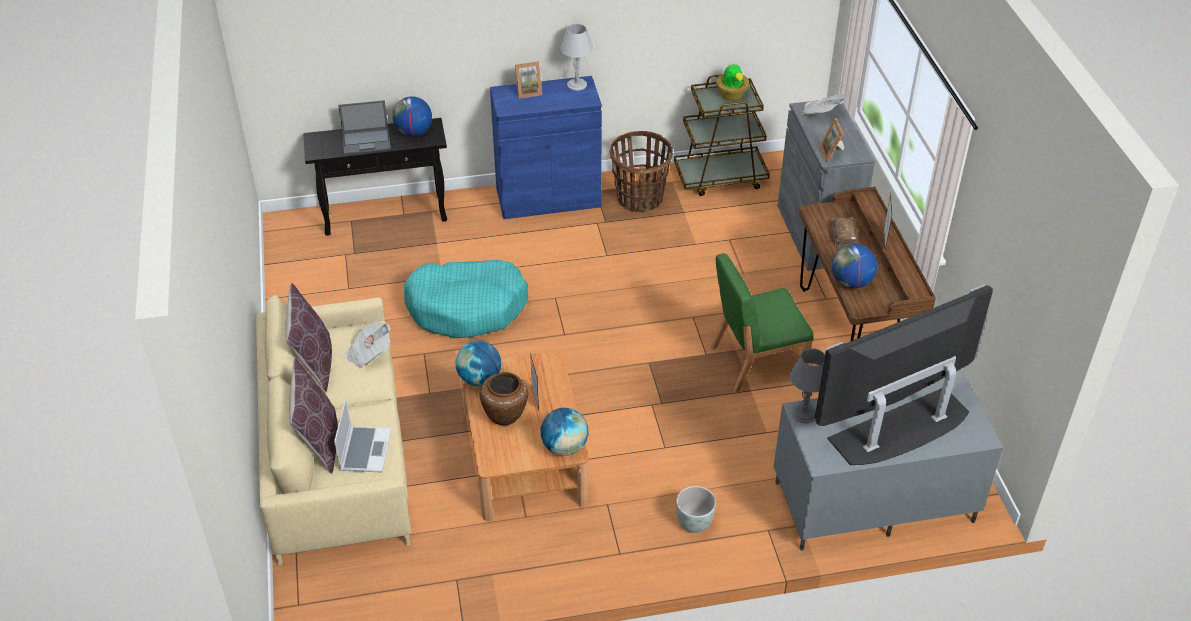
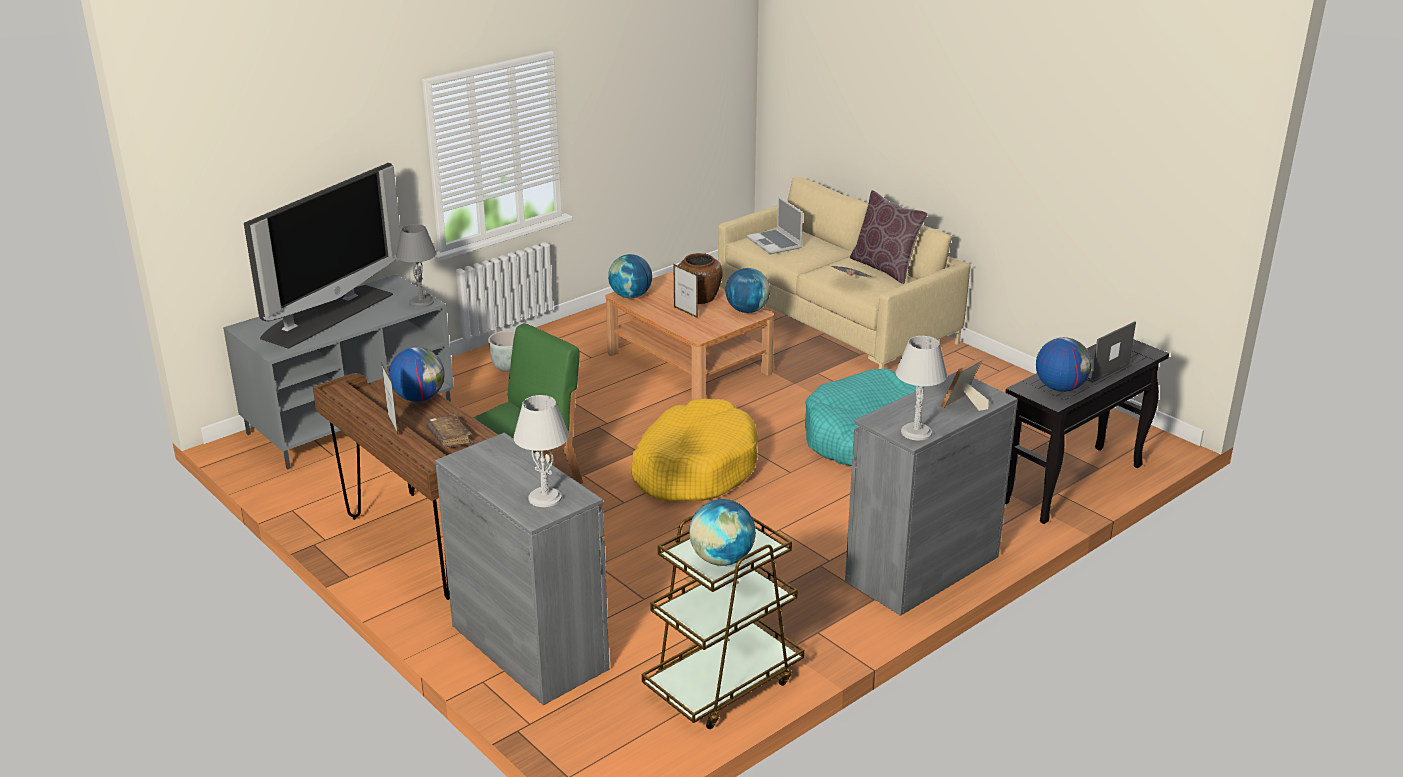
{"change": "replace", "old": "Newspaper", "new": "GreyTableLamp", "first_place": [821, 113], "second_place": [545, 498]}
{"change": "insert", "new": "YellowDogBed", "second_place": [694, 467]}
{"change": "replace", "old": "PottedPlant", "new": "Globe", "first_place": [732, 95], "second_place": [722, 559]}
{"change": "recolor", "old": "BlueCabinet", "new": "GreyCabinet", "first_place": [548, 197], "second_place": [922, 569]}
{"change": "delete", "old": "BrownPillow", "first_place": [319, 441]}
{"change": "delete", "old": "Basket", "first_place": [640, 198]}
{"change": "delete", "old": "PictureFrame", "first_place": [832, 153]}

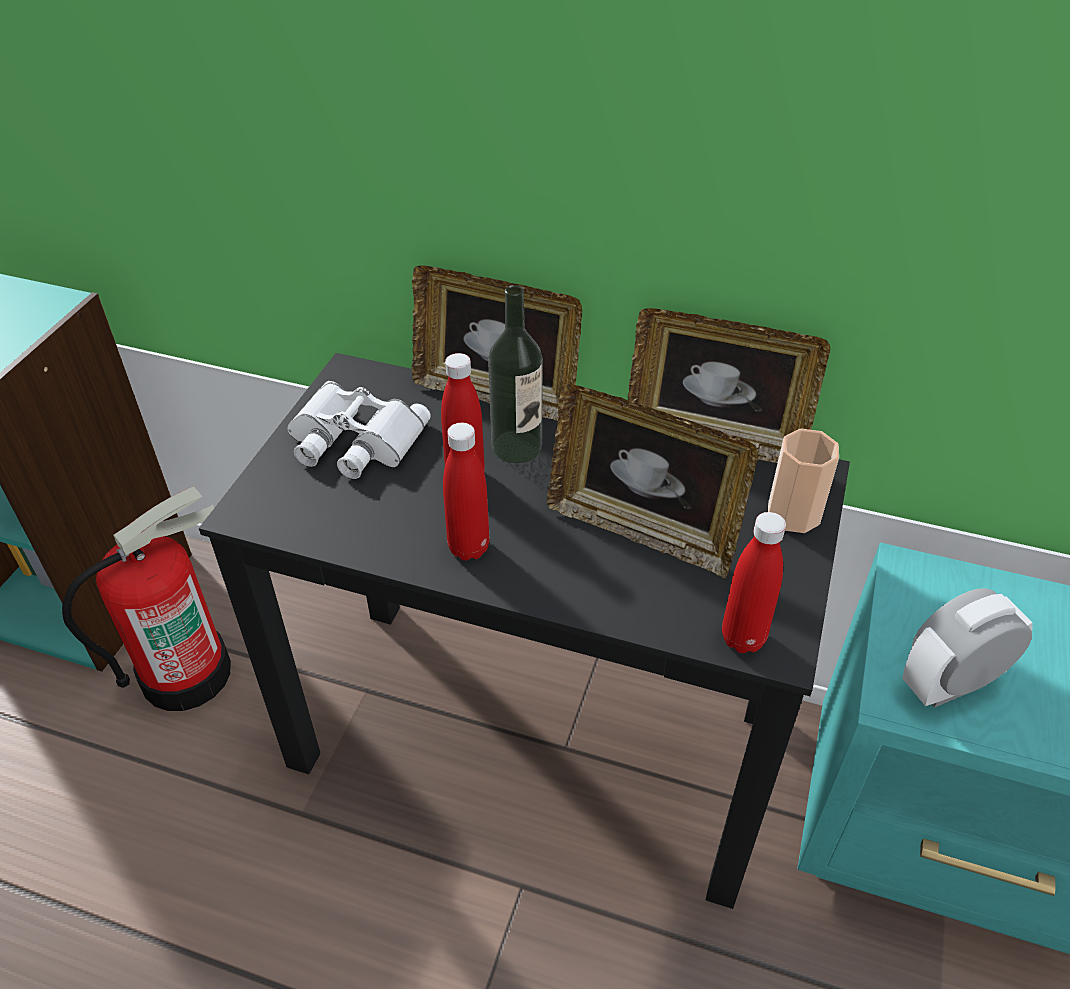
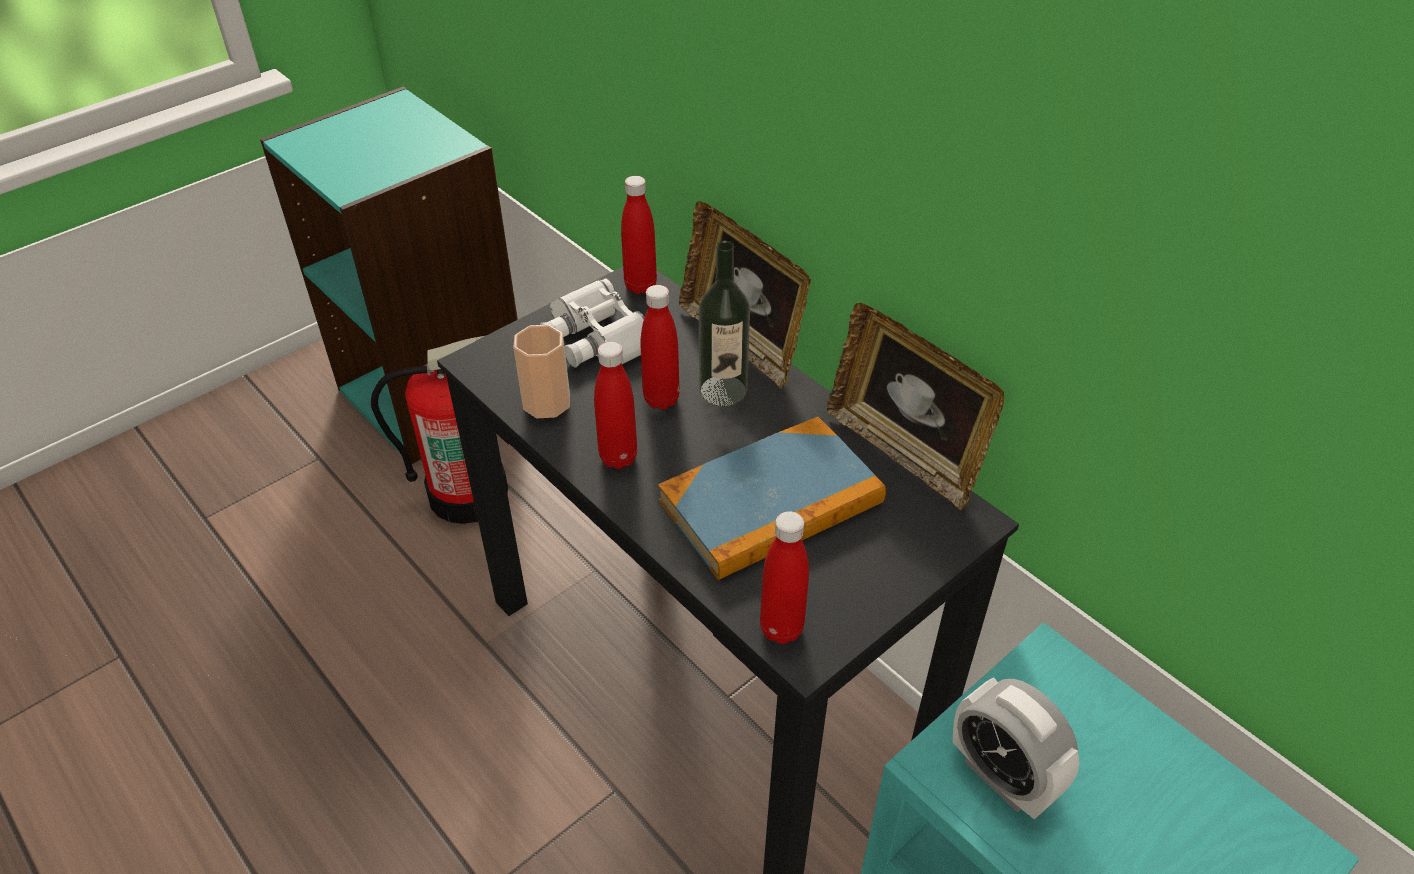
{"change": "move", "old": "Cup", "first_place": [793, 514], "second_place": [546, 402]}
{"change": "insert", "new": "RedBottle", "second_place": [640, 286]}
{"change": "replace", "old": "PictureFrame", "new": "Book", "first_place": [642, 529], "second_place": [771, 503]}
{"change": "rotate", "old": "AlarmClock", "first_place": [950, 684], "second_place": [1002, 777], "degrees": -135}

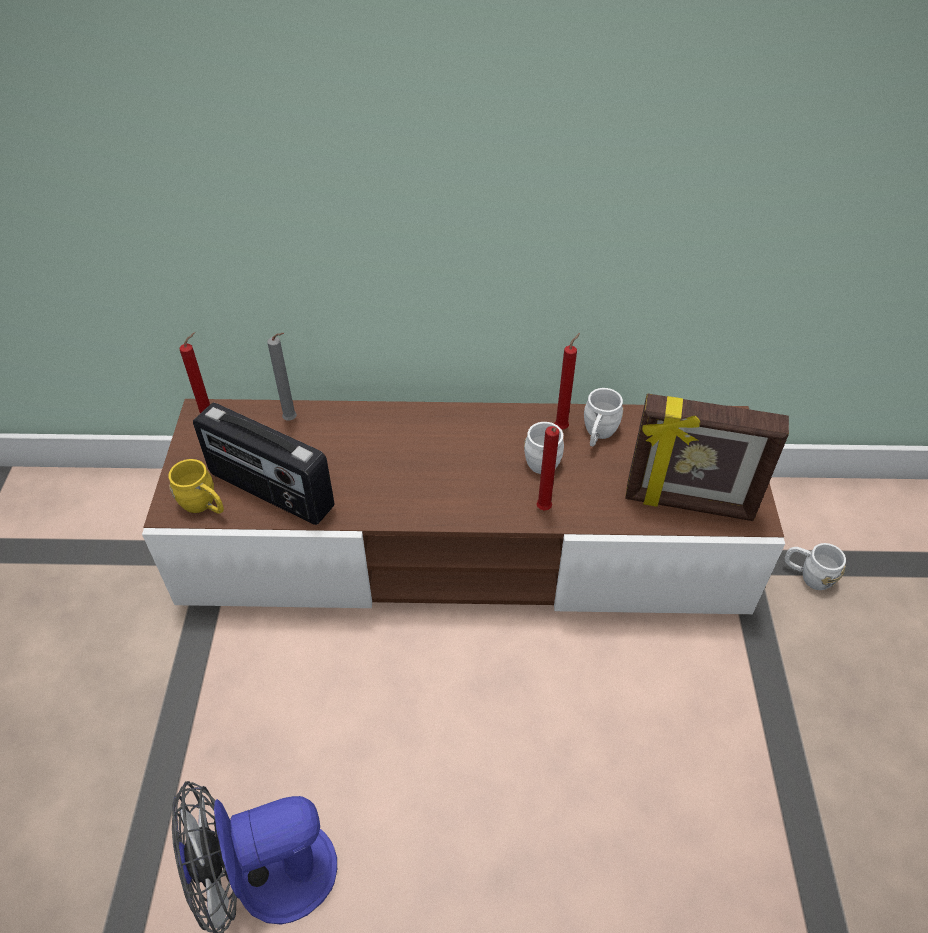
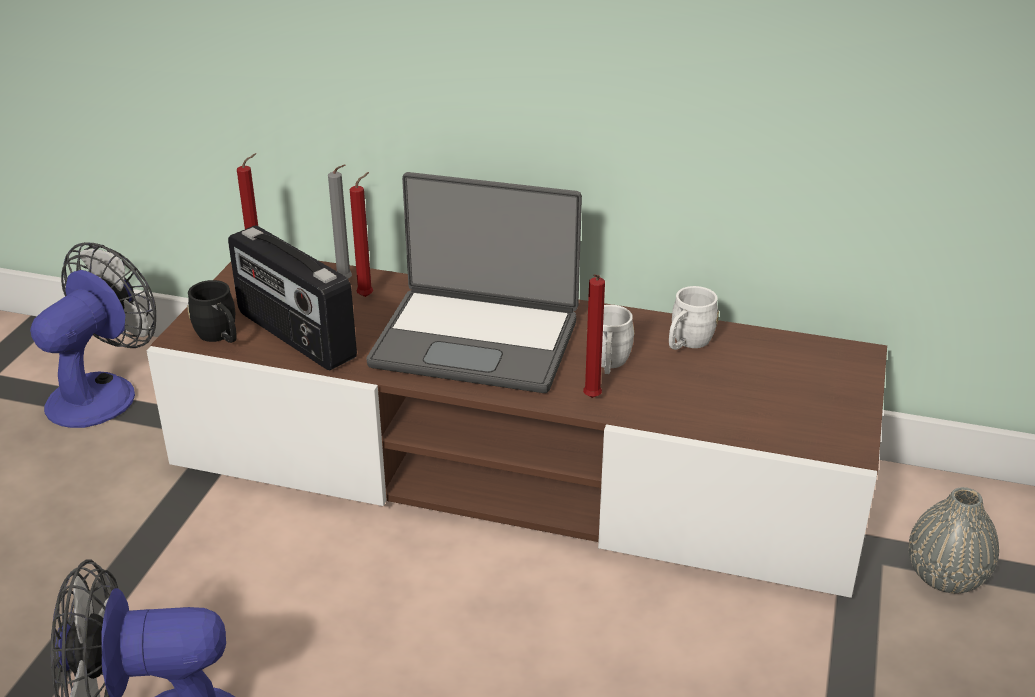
{"change": "insert", "new": "Fan", "second_place": [102, 392]}
{"change": "recolor", "old": "YellowMug", "new": "BlackMug", "first_place": [204, 505], "second_place": [220, 337]}
{"change": "move", "old": "RedCandle", "first_place": [562, 427], "second_place": [368, 296]}
{"change": "insert", "new": "Laptop", "second_place": [477, 340]}
{"change": "replace", "old": "WhiteMug", "new": "GreyVase", "first_place": [808, 575], "second_place": [945, 576]}
{"change": "delete", "old": "PictureFrame", "first_place": [688, 504]}

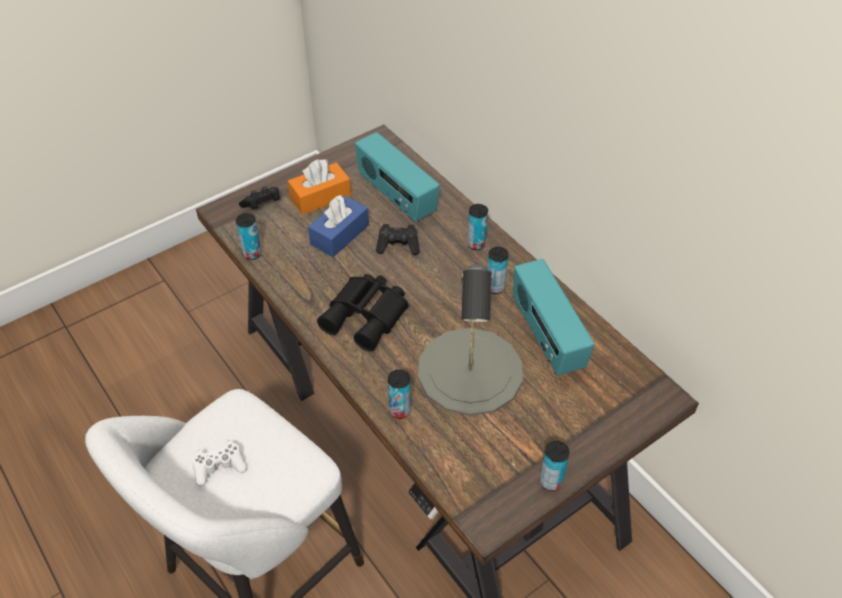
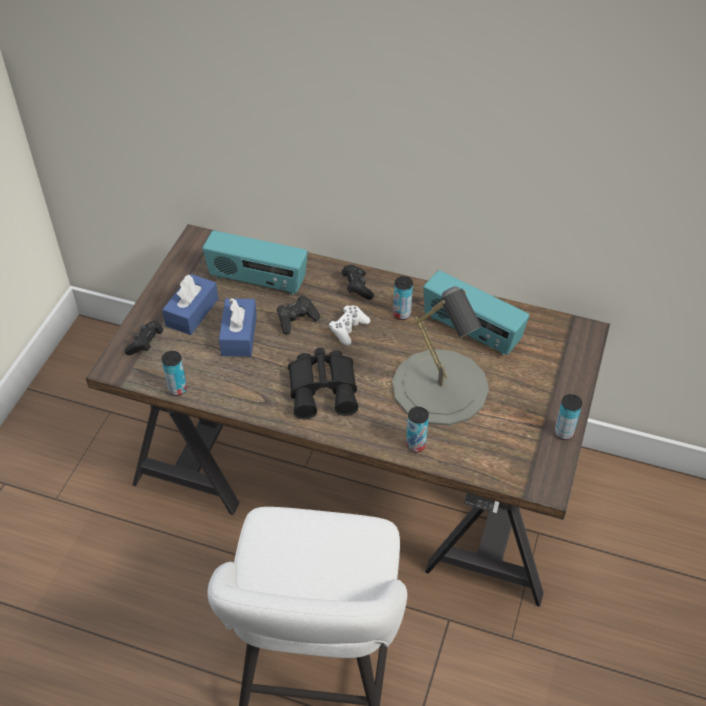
{"change": "recolor", "old": "OrangeTissueBox", "new": "BlueTissueBox", "first_place": [320, 197], "second_place": [192, 312]}
{"change": "move", "old": "WhiteGameController", "first_place": [219, 467], "second_place": [348, 329]}
{"change": "replace", "old": "Can", "new": "BlackGameController", "first_place": [476, 244], "second_place": [357, 288]}

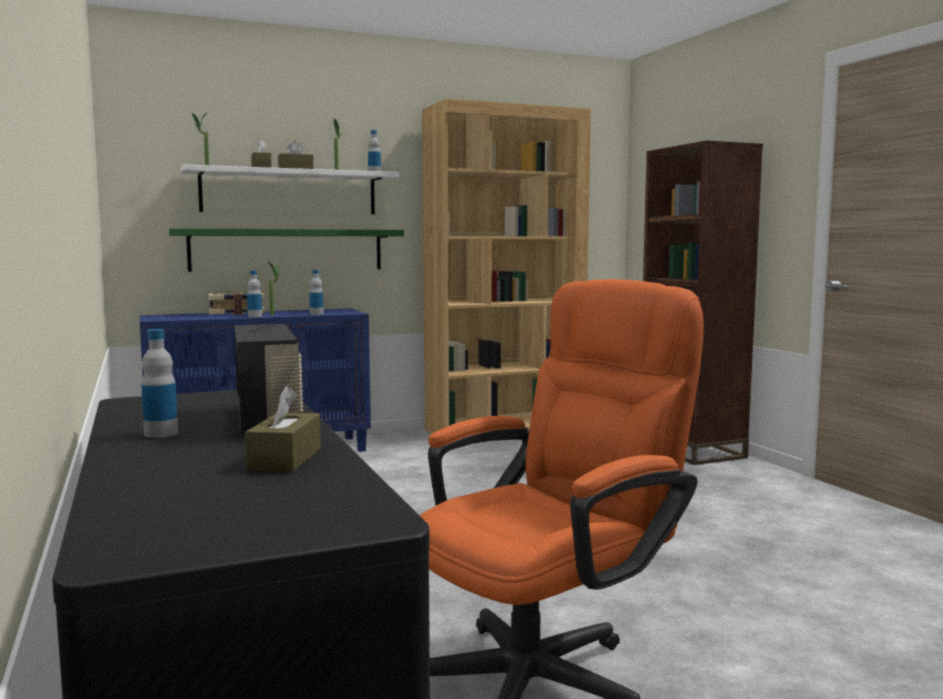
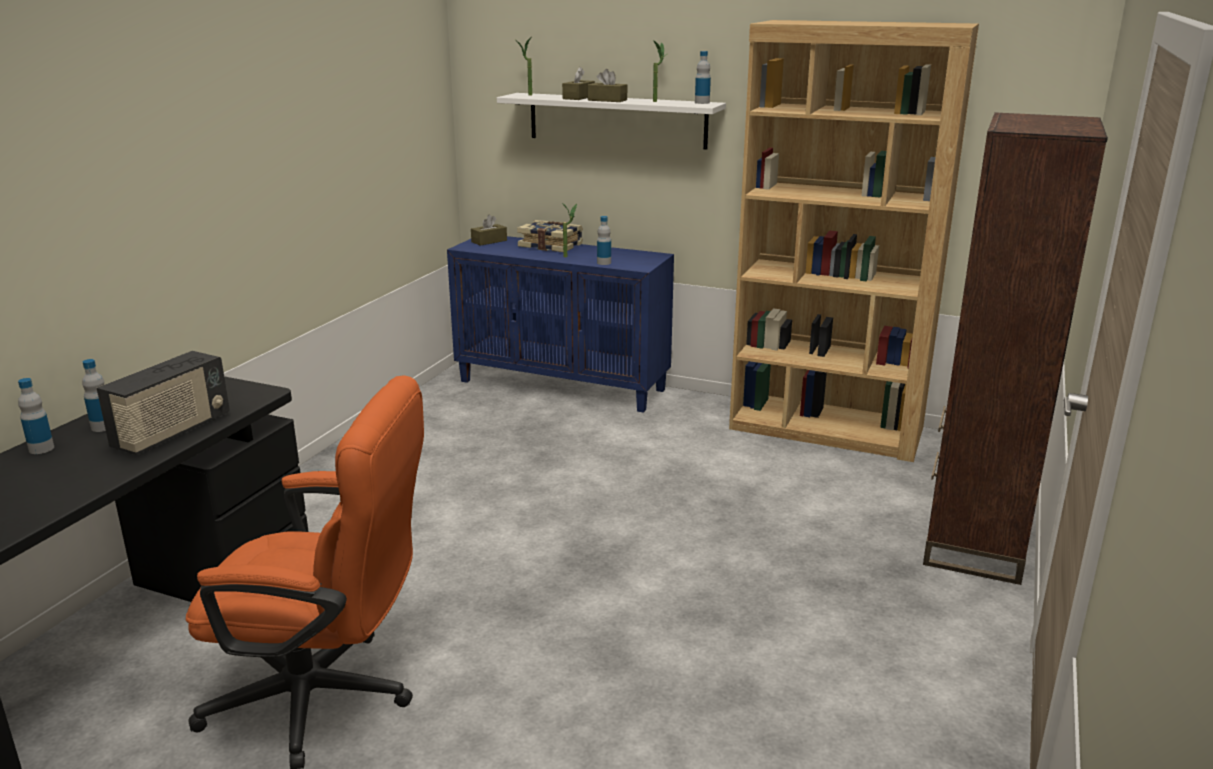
{"change": "move", "old": "Bottle", "first_place": [255, 316], "second_place": [41, 449]}
{"change": "move", "old": "BrownTissueBox", "first_place": [285, 459], "second_place": [489, 241]}
{"change": "delete", "old": "GreenShelf", "first_place": [287, 250]}

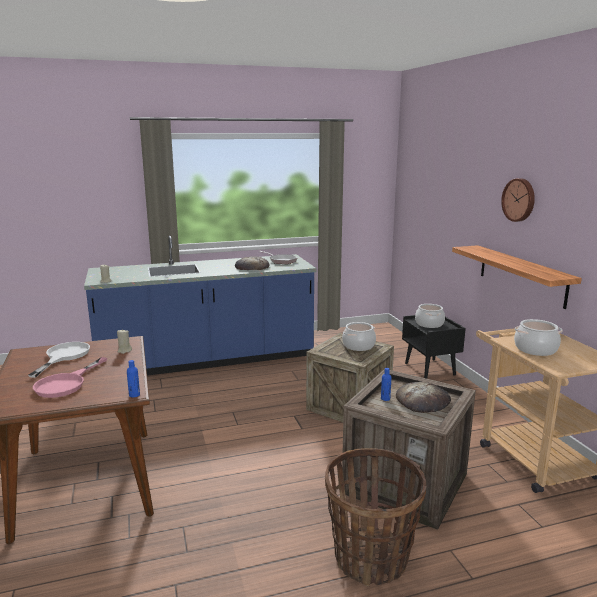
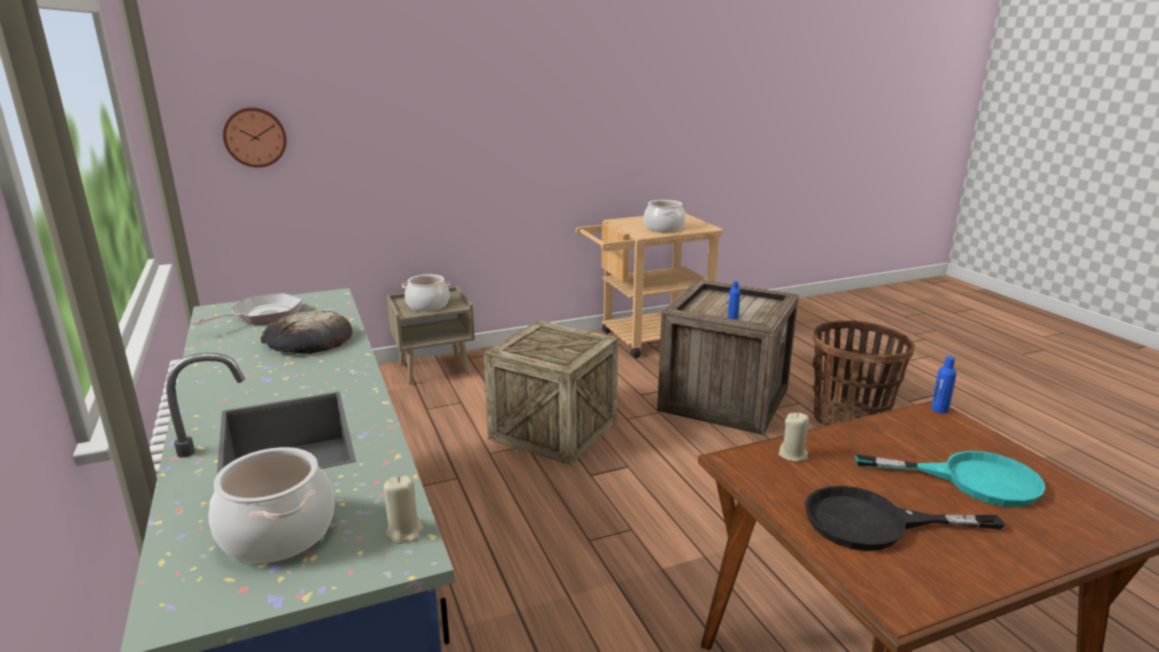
{"change": "move", "old": "CookingPot", "first_place": [358, 346], "second_place": [277, 532]}
{"change": "move", "old": "WallClock", "first_place": [519, 200], "second_place": [255, 137]}
{"change": "recolor", "old": "BlackNightstand", "new": "BeigeNightstand", "first_place": [430, 369], "second_place": [435, 369]}
{"change": "recolor", "old": "WhiteFryingPan", "new": "BlackFryingPan", "first_place": [64, 356], "second_place": [873, 523]}
{"change": "recolor", "old": "PinkFryingPan", "new": "TurquoiseFryingPan", "first_place": [66, 383], "second_place": [971, 480]}
{"change": "delete", "old": "Bread", "first_place": [422, 400]}
{"change": "delete", "old": "Shelf", "first_place": [521, 275]}

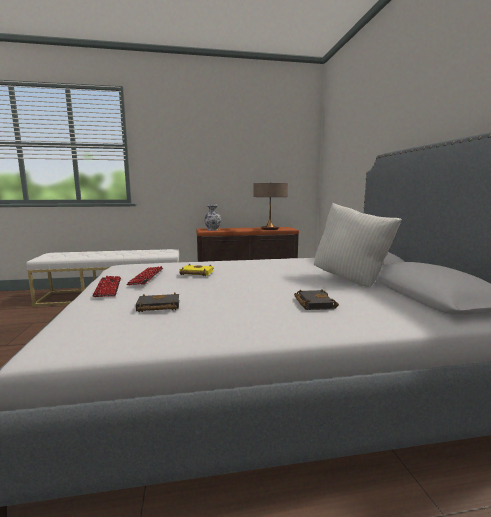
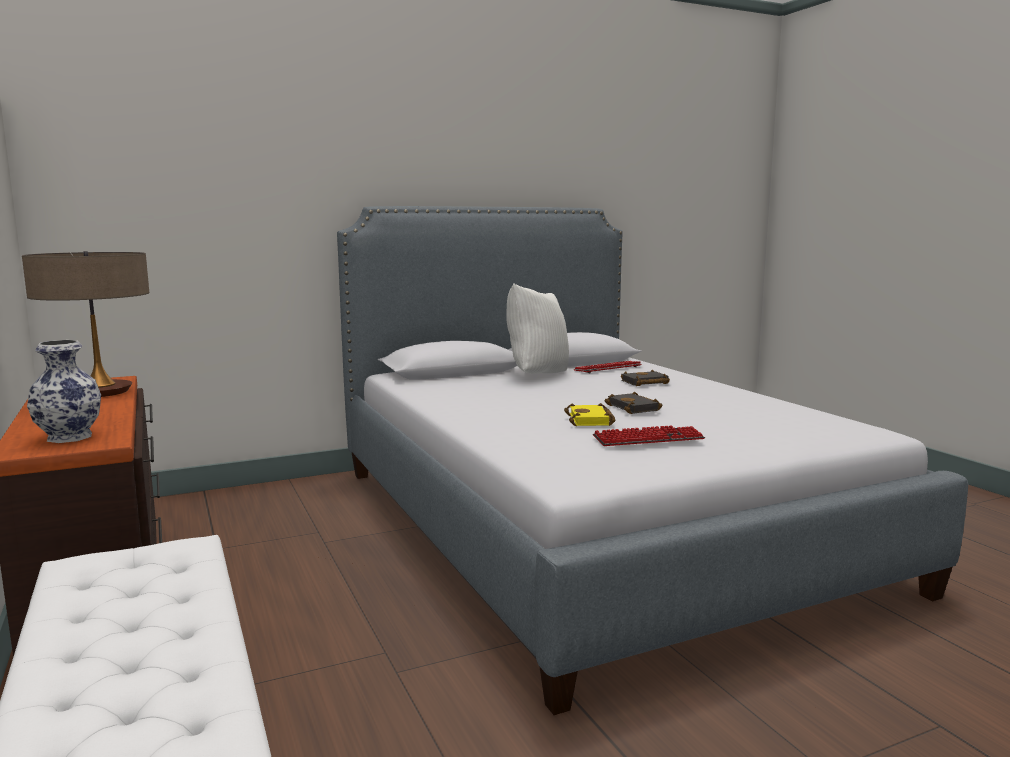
{"change": "move", "old": "Keyboard", "first_place": [108, 287], "second_place": [608, 368]}
{"change": "move", "old": "BlackBook", "first_place": [157, 307], "second_place": [635, 408]}

